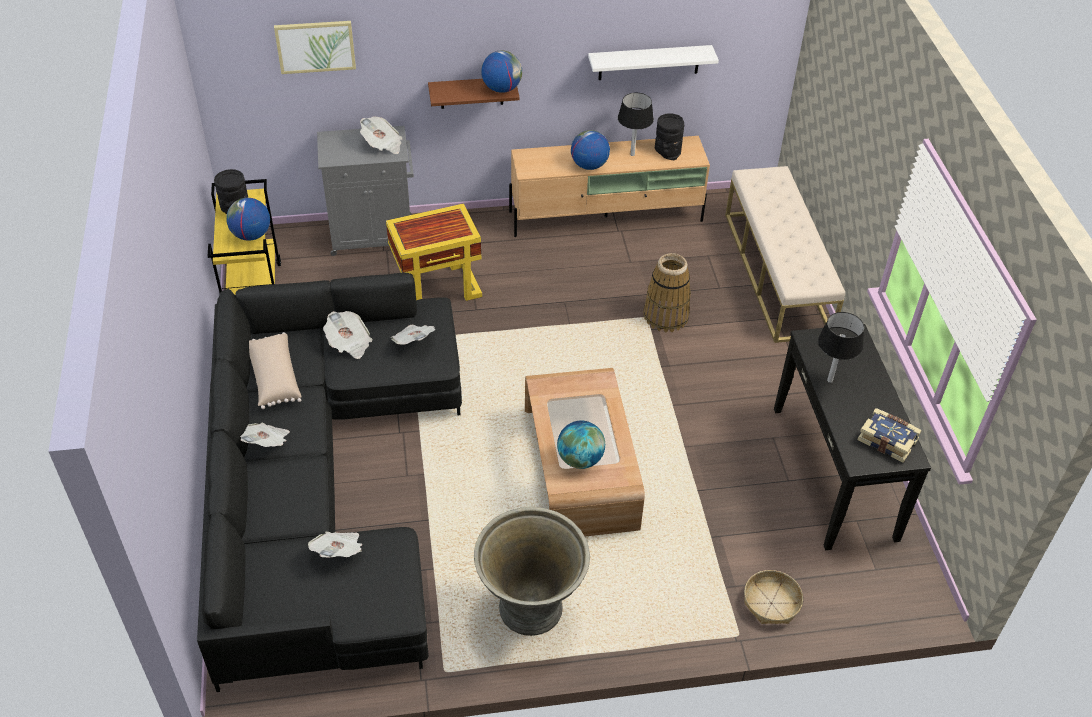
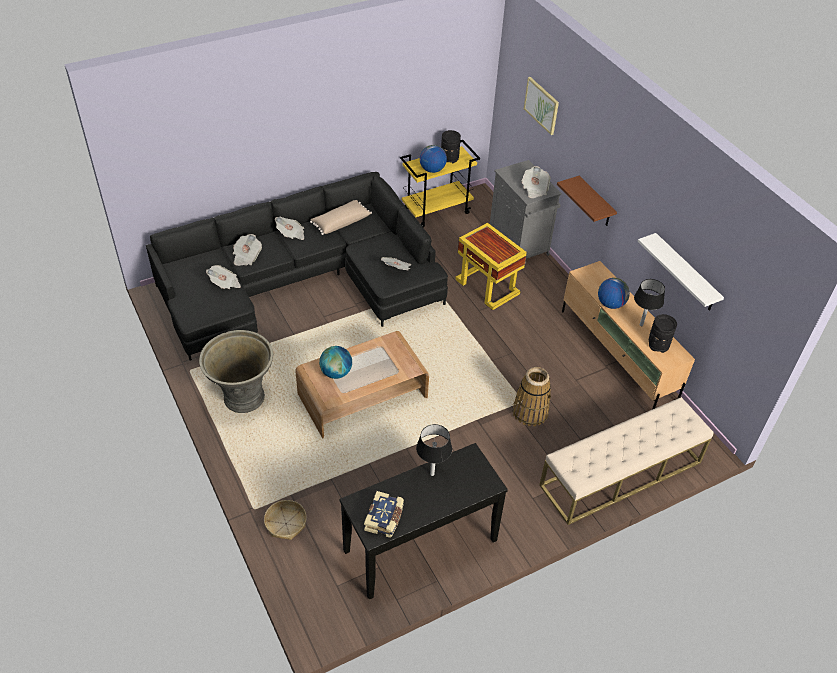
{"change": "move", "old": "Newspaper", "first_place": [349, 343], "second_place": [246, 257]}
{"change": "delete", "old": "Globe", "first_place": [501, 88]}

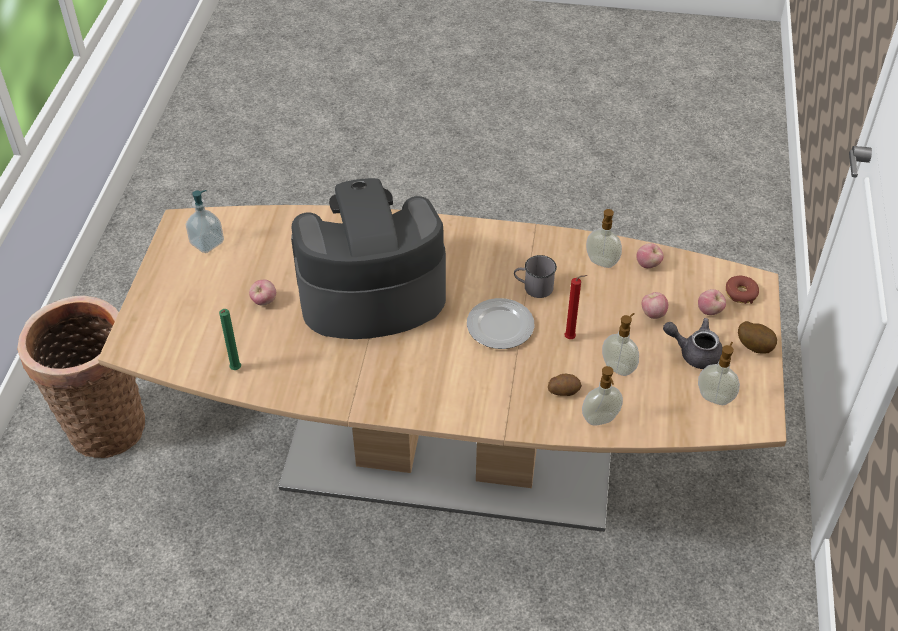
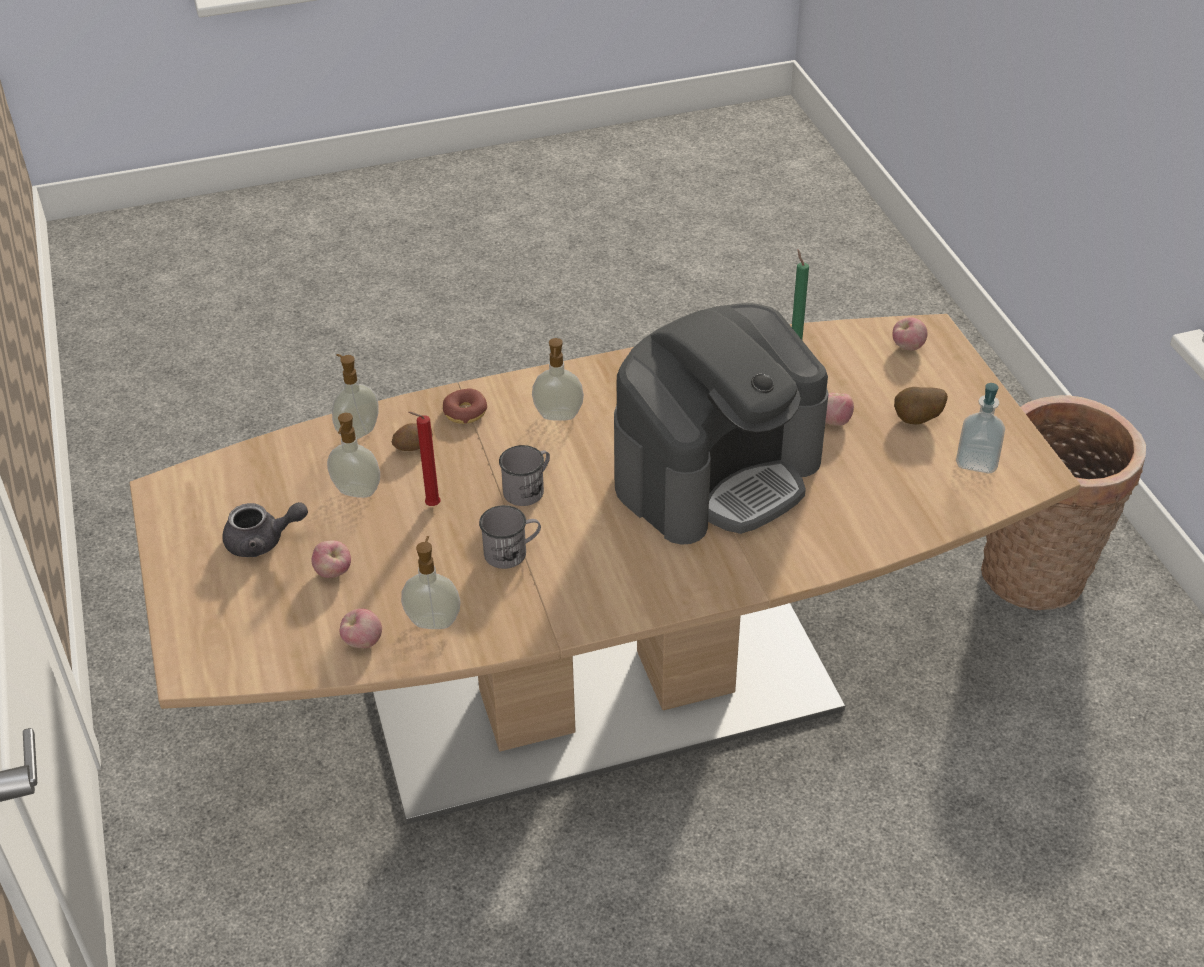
{"change": "move", "old": "Donut", "first_place": [741, 293], "second_place": [465, 412]}
{"change": "replace", "old": "Plate", "new": "GreyMug", "first_place": [500, 327], "second_place": [528, 489]}
{"change": "move", "old": "SoapDispenser", "first_place": [715, 397], "second_place": [558, 416]}
{"change": "move", "old": "Apple", "first_place": [709, 311], "second_place": [907, 347]}
{"change": "move", "old": "Potato", "first_place": [754, 346], "second_place": [917, 421]}

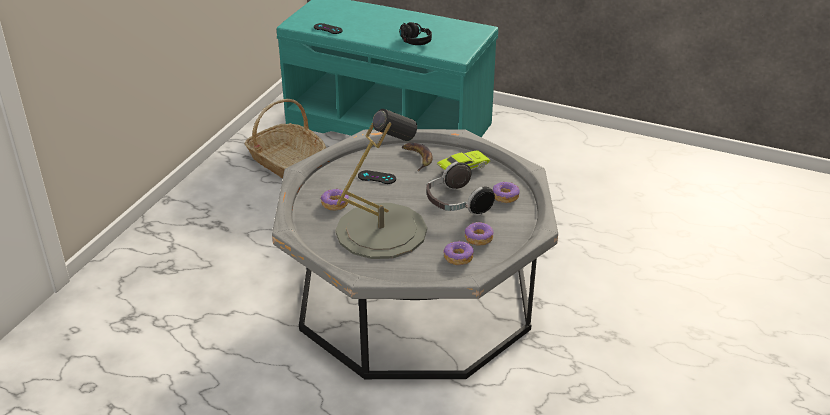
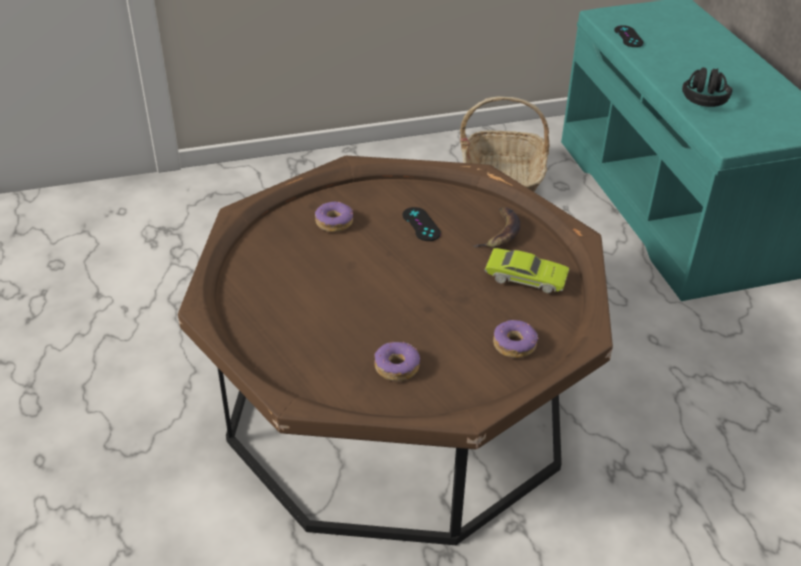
{"change": "recolor", "old": "GreyCoffeeTable", "new": "BrownCoffeeTable", "first_place": [414, 298], "second_place": [398, 404]}
{"change": "delete", "old": "GreyTableLamp", "first_place": [381, 230]}
{"change": "delete", "old": "Headphones", "first_place": [456, 204]}
{"change": "delete", "old": "Donut", "first_place": [458, 257]}

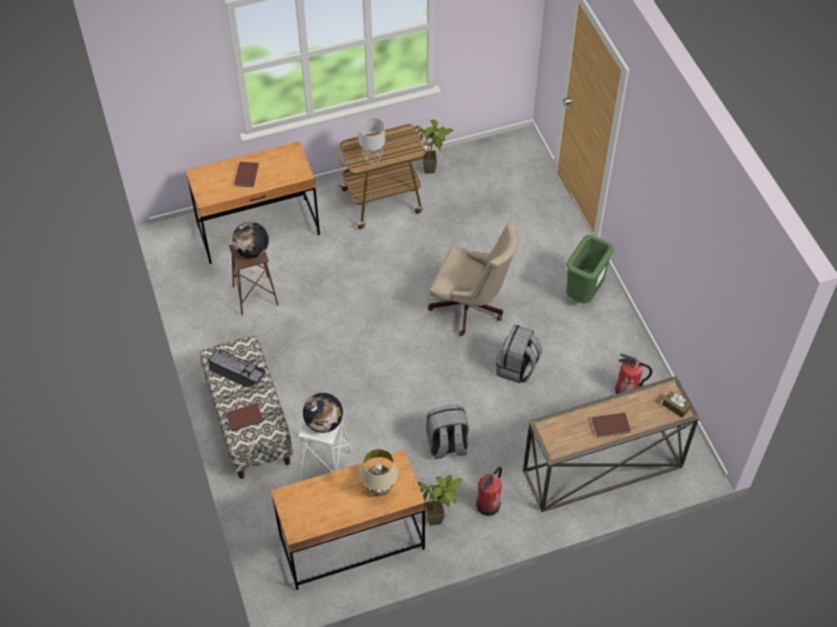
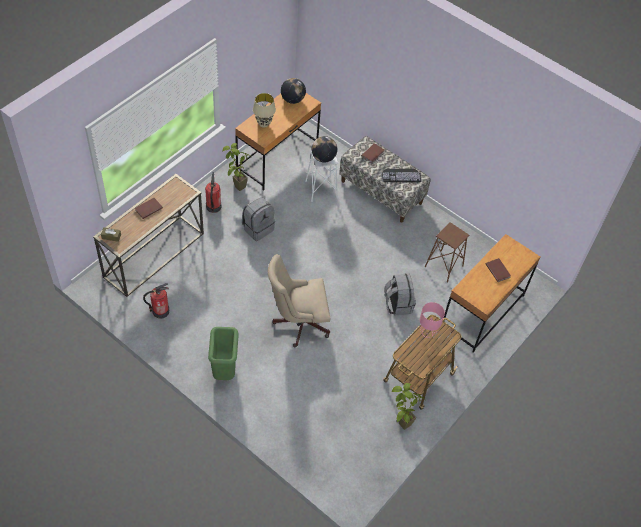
{"change": "move", "old": "Globe", "first_place": [252, 251], "second_place": [292, 99]}
{"change": "move", "old": "GreyBackpack", "first_place": [517, 368], "second_place": [397, 304]}
{"change": "recolor", "old": "GreyTableLamp", "new": "PinkTableLamp", "first_place": [372, 158], "second_place": [427, 333]}

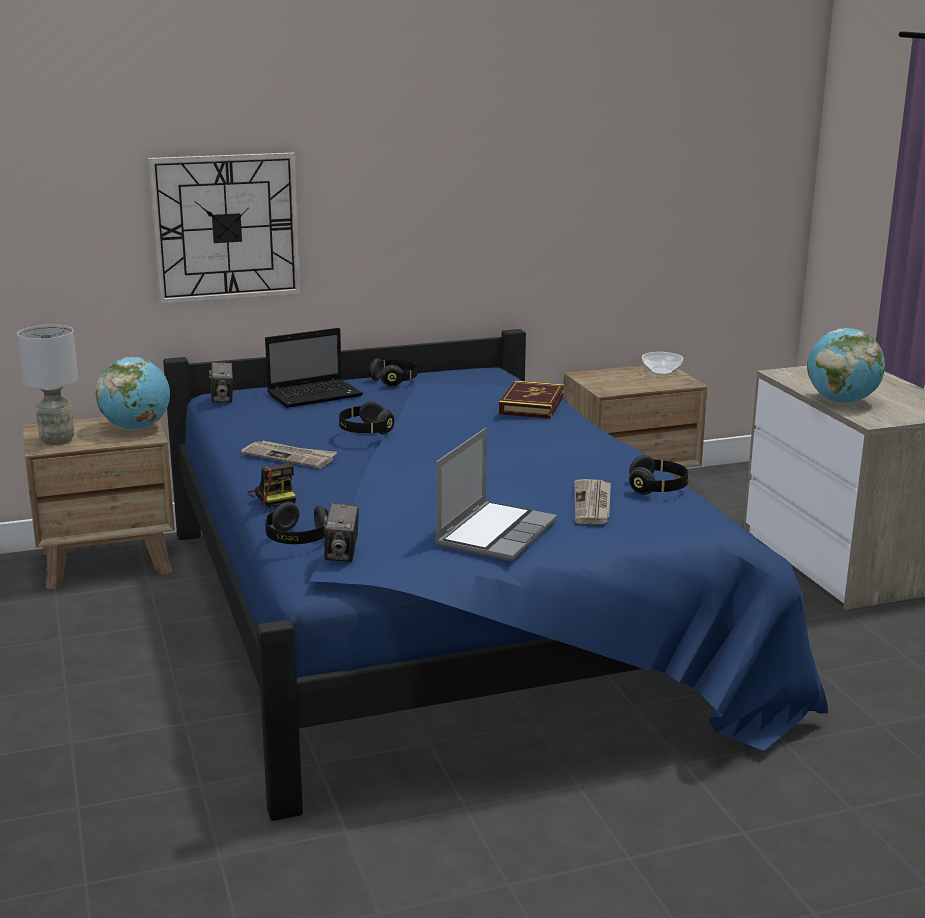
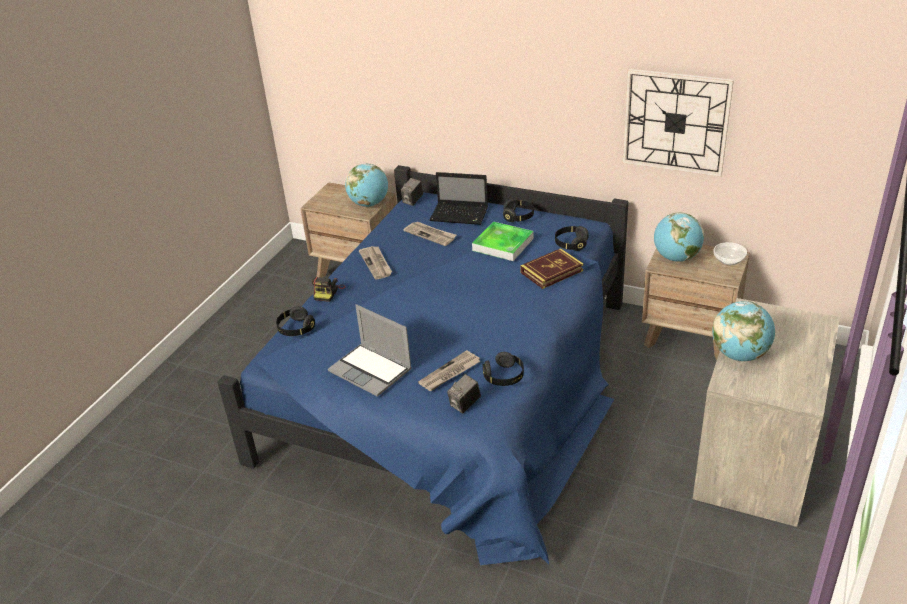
{"change": "rotate", "old": "Laptop", "first_place": [495, 533], "second_place": [372, 371], "degrees": 60}
{"change": "insert", "new": "Newspaper", "second_place": [430, 235]}
{"change": "move", "old": "PhotoCamera", "first_place": [342, 554], "second_place": [465, 405]}
{"change": "insert", "new": "Tray", "second_place": [503, 244]}
{"change": "move", "old": "BlackHeadphones", "first_place": [365, 431], "second_place": [571, 244]}
{"change": "move", "old": "WallClock", "first_place": [226, 227], "second_place": [675, 122]}
{"change": "insert", "new": "Globe", "second_place": [676, 258]}
{"change": "delete", "old": "GreyTableLamp", "first_place": [57, 440]}

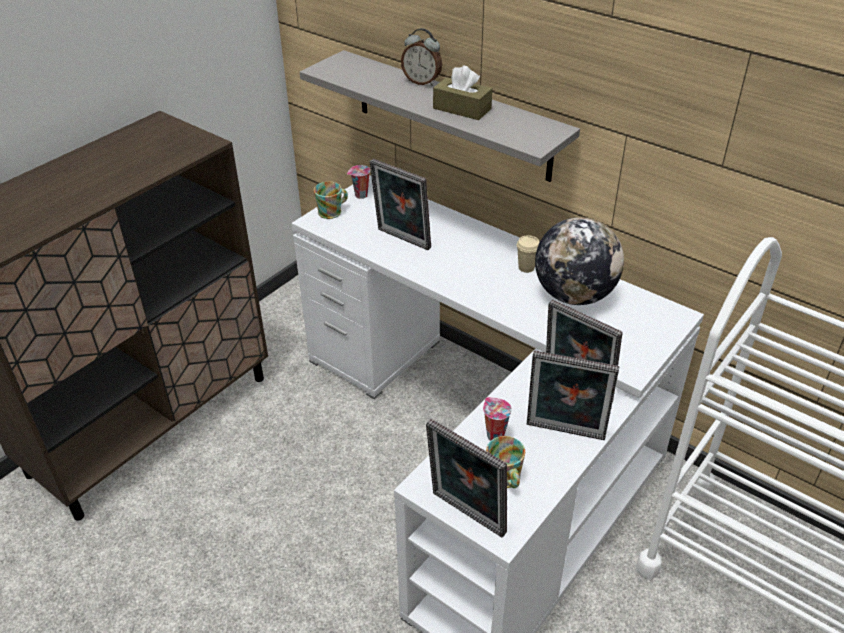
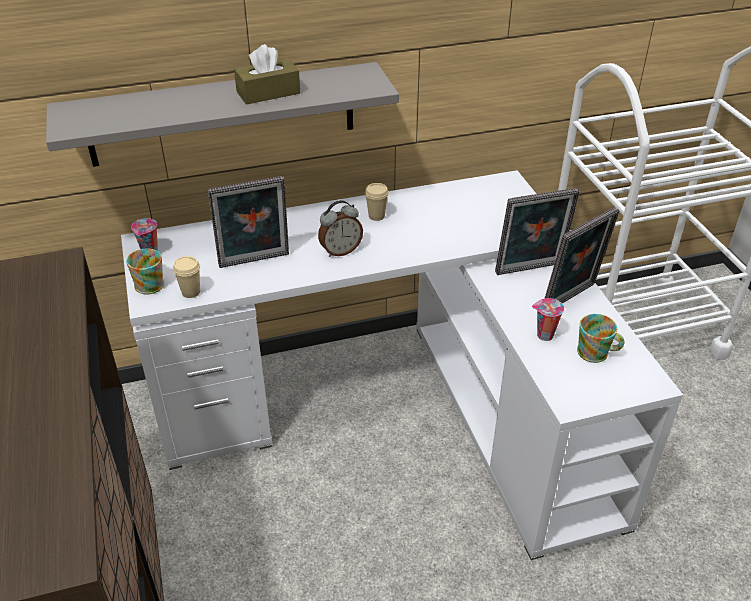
{"change": "insert", "new": "BeigeCup", "second_place": [191, 292]}
{"change": "move", "old": "AlarmClock", "first_place": [422, 82], "second_place": [340, 251]}
{"change": "delete", "old": "PictureFrame", "first_place": [465, 516]}
{"change": "delete", "old": "Globe", "first_place": [574, 295]}

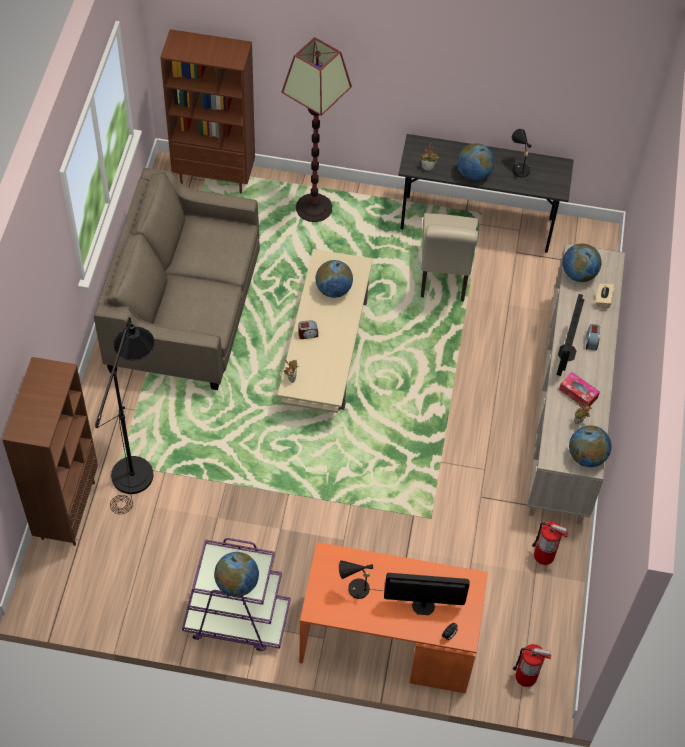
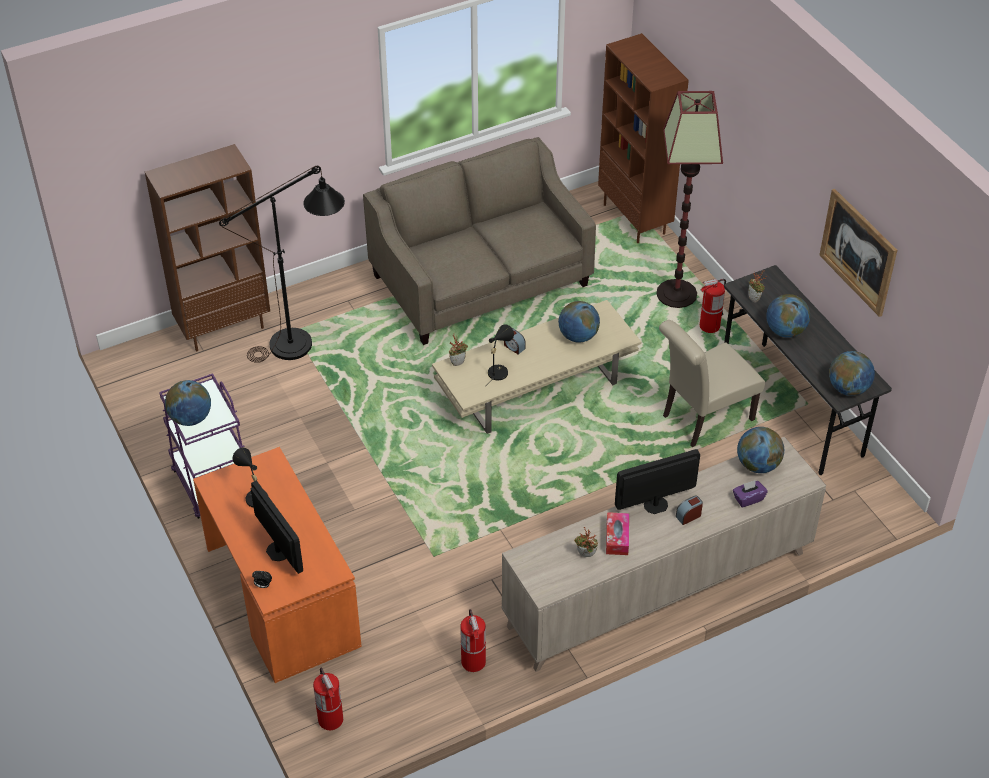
{"change": "move", "old": "BlackTableLamp", "first_place": [519, 169], "second_place": [499, 370]}
{"change": "insert", "new": "FireExtinguisher", "second_place": [709, 326]}
{"change": "recolor", "old": "BeigeTissueBox", "new": "PurpleTissueBox", "first_place": [603, 300], "second_place": [748, 499]}
{"change": "insert", "new": "Picture", "second_place": [858, 252]}
{"change": "move", "old": "Globe", "first_place": [586, 456], "second_place": [848, 388]}

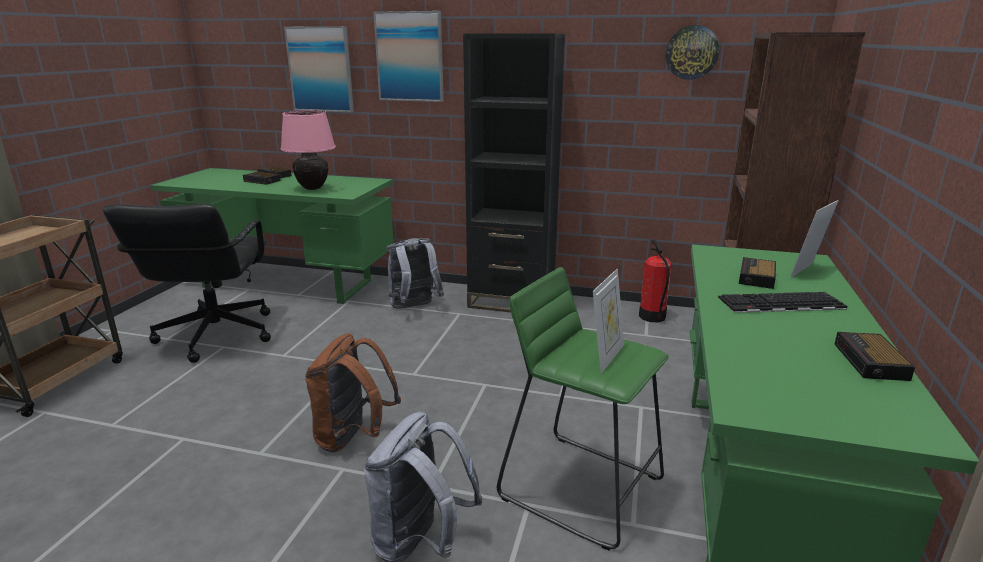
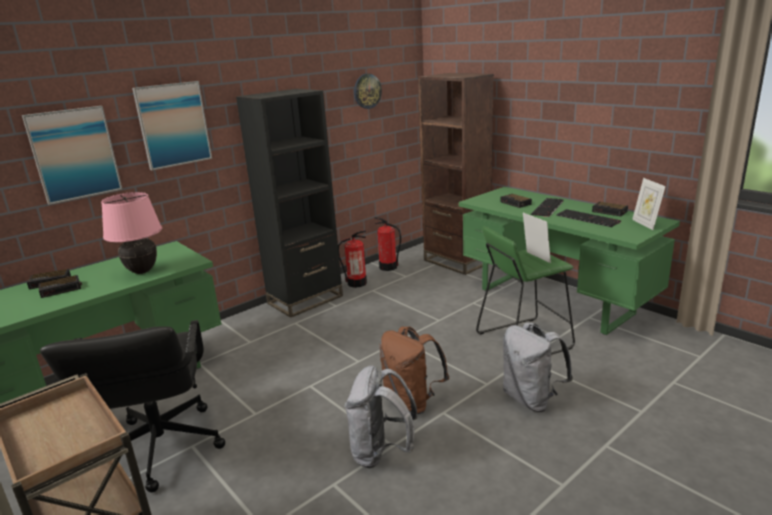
{"change": "rotate", "old": "BlackOfficeChair", "first_place": [215, 335], "second_place": [159, 448], "degrees": 45}
{"change": "insert", "new": "FireExtinguisher", "second_place": [356, 283]}
{"change": "move", "old": "GreyBackpack", "first_place": [414, 307], "second_place": [381, 453]}
{"change": "insert", "new": "Keyboard", "second_place": [588, 218]}
{"change": "move", "old": "PictureFrame", "first_place": [807, 272], "second_place": [645, 224]}

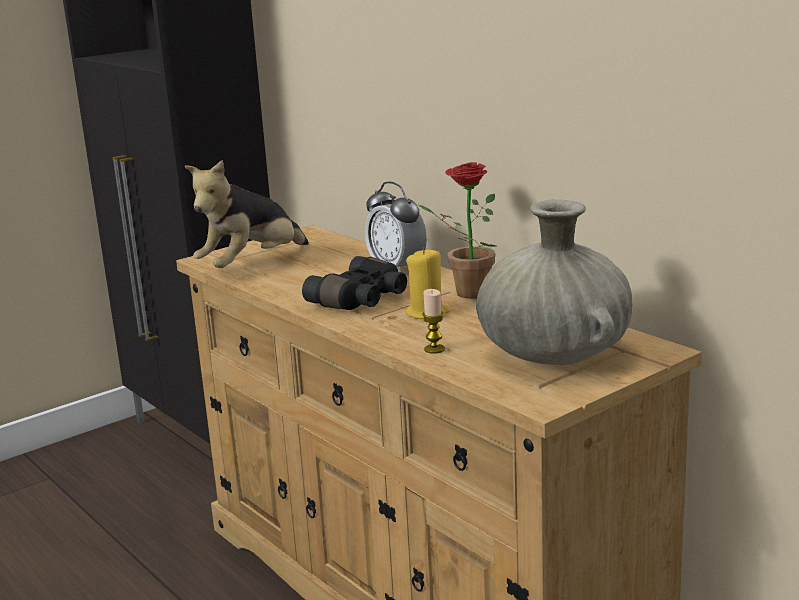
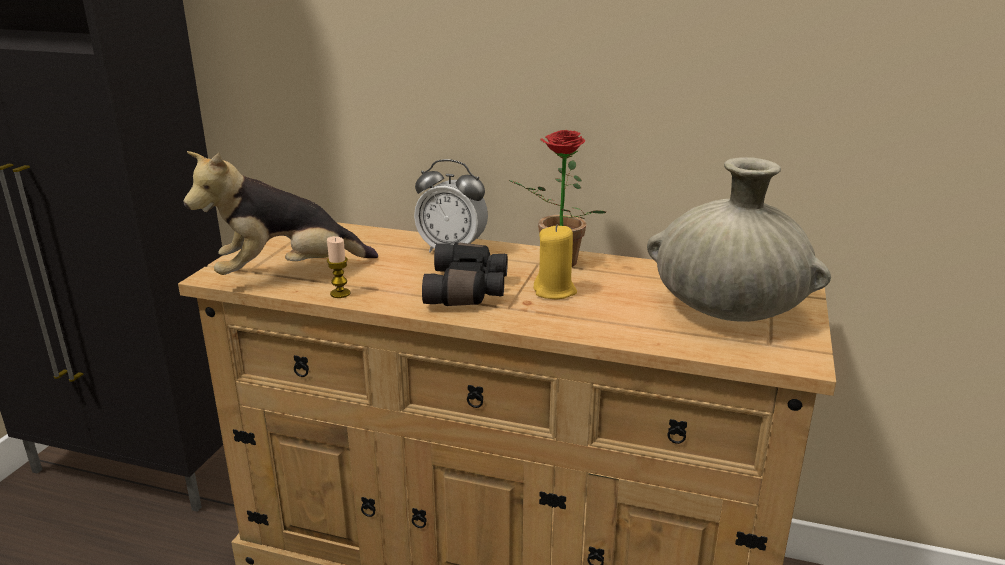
{"change": "rotate", "old": "PlushToy", "first_place": [252, 265], "second_place": [286, 273], "degrees": 60}
{"change": "move", "old": "Candle", "first_place": [434, 349], "second_place": [340, 293]}

